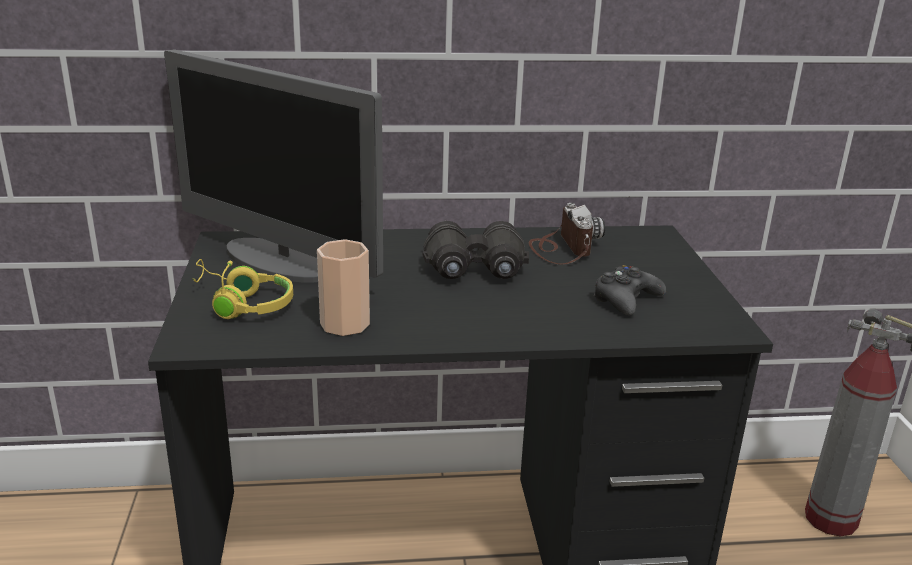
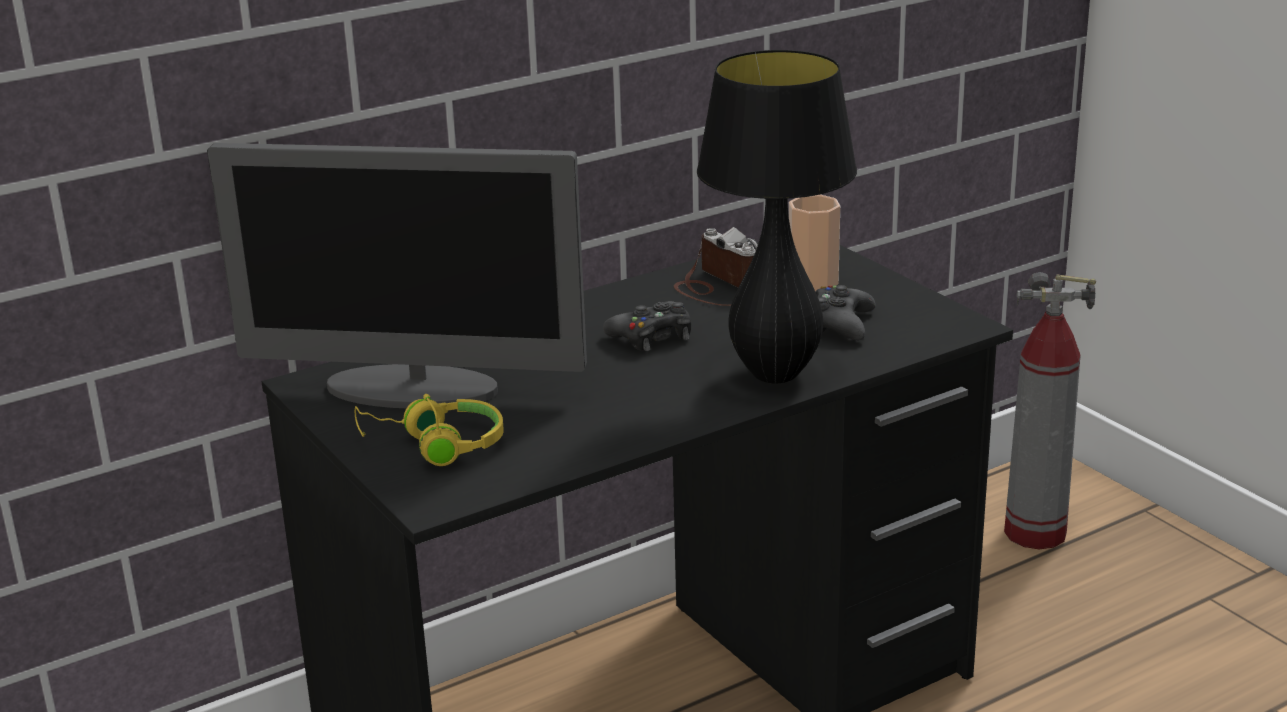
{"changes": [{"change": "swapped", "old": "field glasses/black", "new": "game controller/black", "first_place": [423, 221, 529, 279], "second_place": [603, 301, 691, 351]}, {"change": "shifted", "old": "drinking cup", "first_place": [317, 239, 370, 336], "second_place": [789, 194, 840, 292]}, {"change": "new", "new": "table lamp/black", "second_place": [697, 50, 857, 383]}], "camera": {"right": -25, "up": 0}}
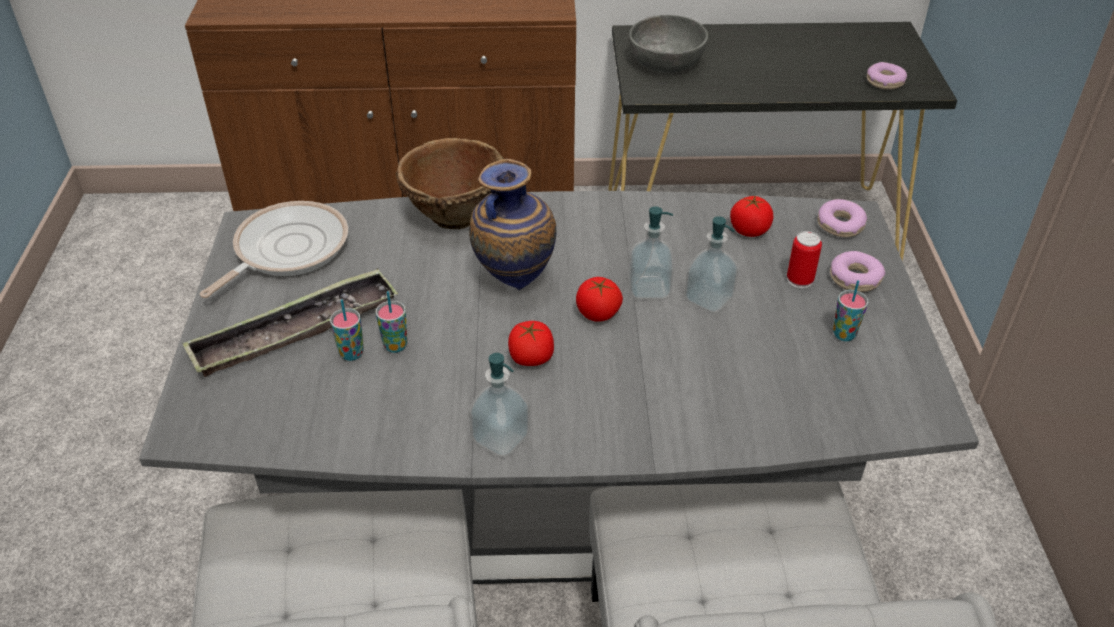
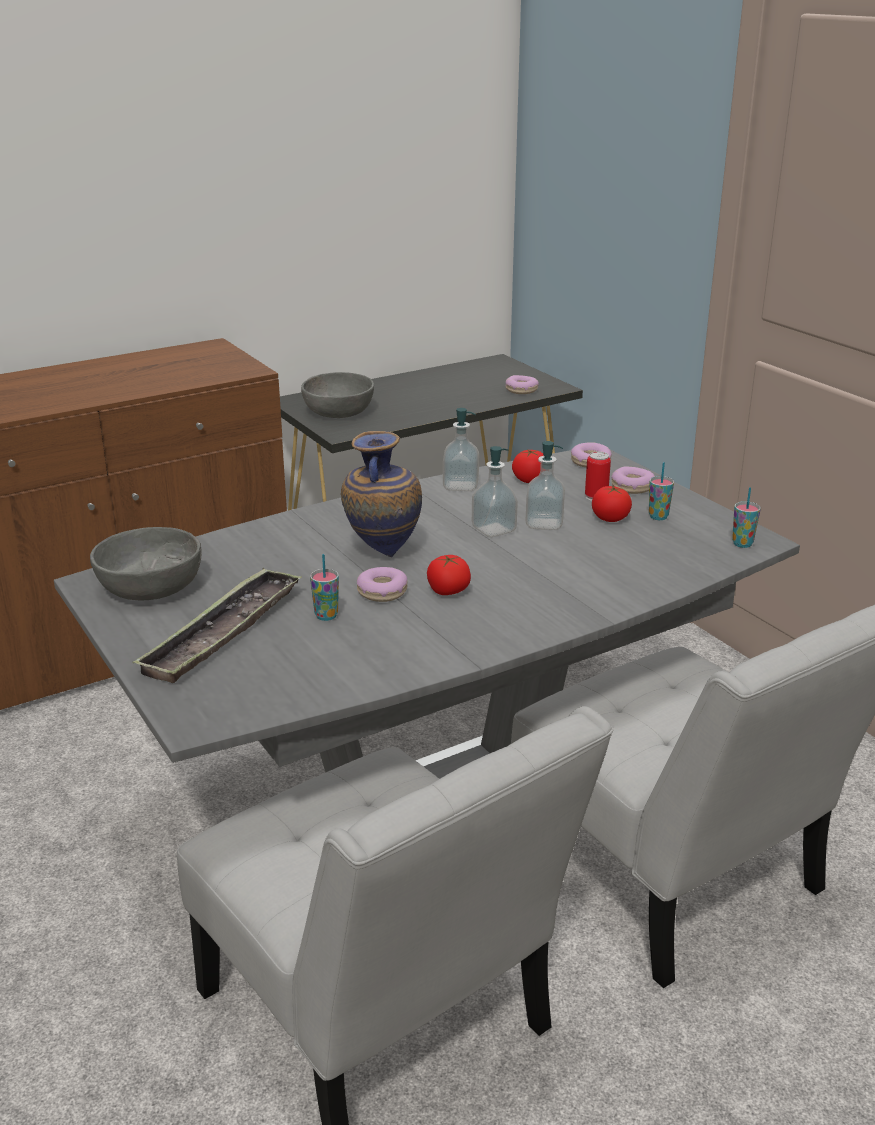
{"changes": [{"change": "gone", "old": "serving bowl/brown", "first_place": [395, 138, 504, 229]}, {"change": "swapped", "old": "skillet", "new": "serving bowl/grey", "first_place": [200, 201, 348, 298], "second_place": [90, 527, 202, 601]}, {"change": "shifted", "old": "tomato", "first_place": [576, 277, 623, 322], "second_place": [592, 486, 632, 522]}, {"change": "shifted", "old": "drinking cup", "first_place": [330, 299, 364, 361], "second_place": [732, 487, 761, 548]}, {"change": "shifted", "old": "soap dispenser", "first_place": [469, 353, 530, 458], "second_place": [443, 408, 479, 491]}, {"change": "new", "new": "doughnut", "second_place": [357, 567, 407, 602]}], "camera": {"right": -30, "up": -15}}
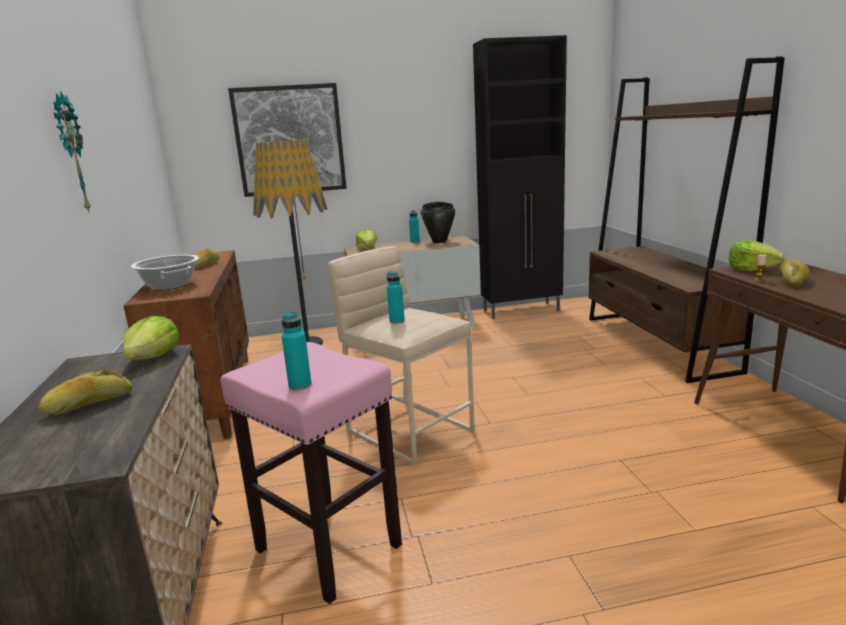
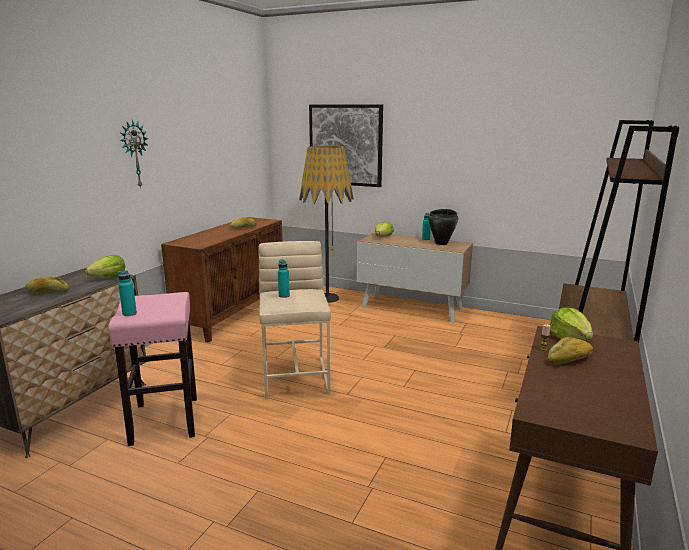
{"changes": [{"change": "gone", "old": "cupboard/black", "first_place": [473, 35, 567, 319]}, {"change": "gone", "old": "stockpot", "first_place": [131, 255, 199, 290]}], "camera": {"right": 35, "up": 0}}
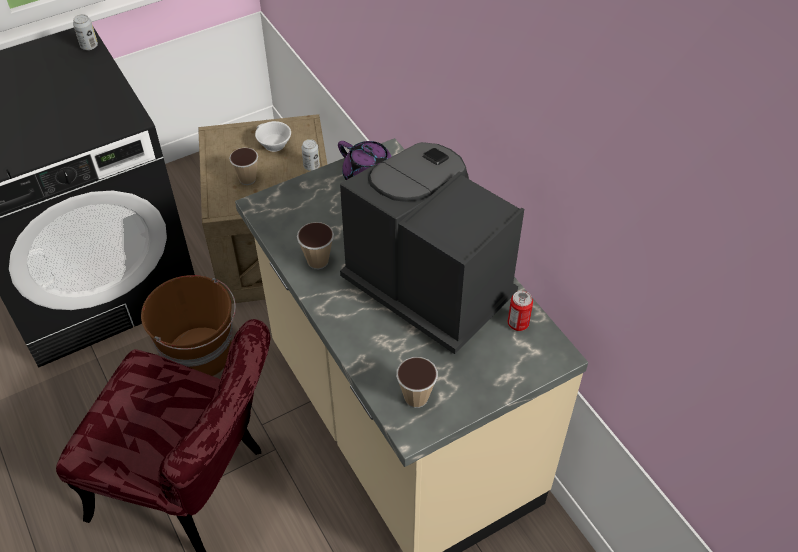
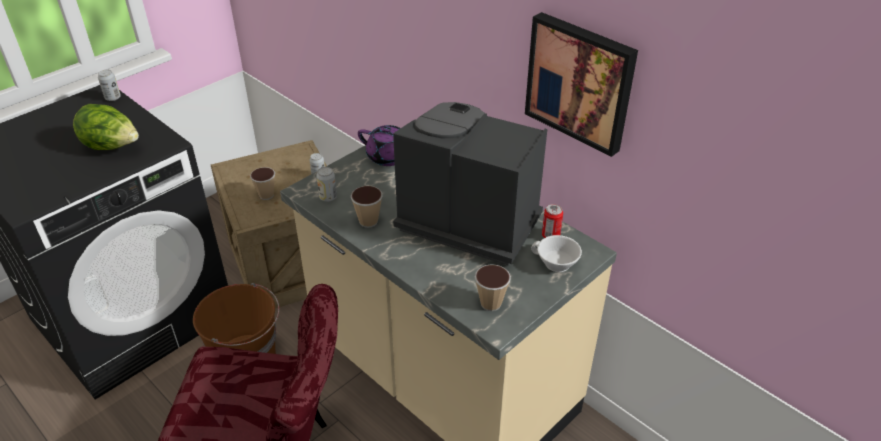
{"changes": [{"change": "shifted", "old": "drinking cup/whitish", "first_place": [255, 121, 291, 152], "second_place": [531, 235, 582, 272]}, {"change": "new", "new": "wall art", "second_place": [525, 12, 638, 157]}, {"change": "new", "new": "head of lettuce", "second_place": [73, 104, 139, 150]}, {"change": "new", "new": "metal can", "second_place": [316, 167, 337, 202]}], "camera": {"right": -15, "up": -10}}
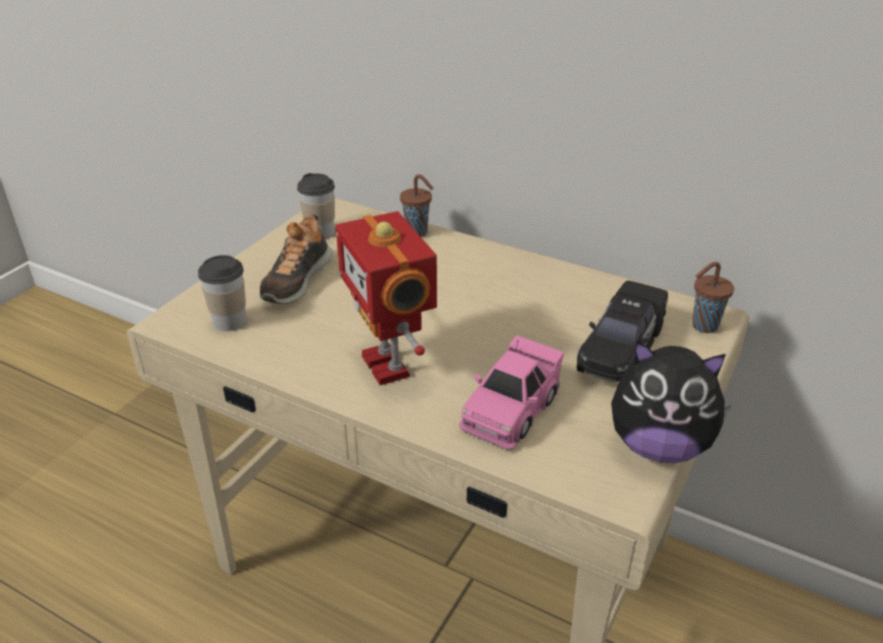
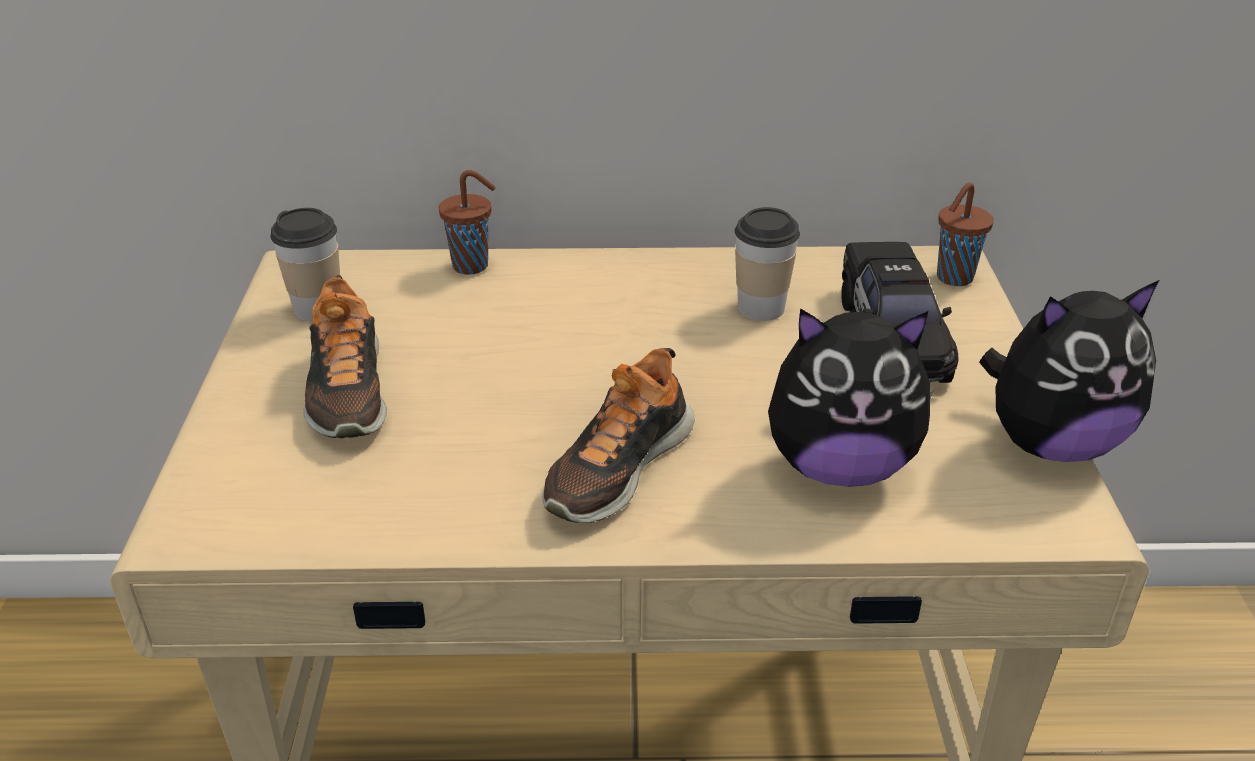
{"changes": [{"change": "swapped", "old": "toy robot", "new": "item of footwear", "first_place": [336, 211, 437, 385], "second_place": [542, 348, 695, 523]}, {"change": "shifted", "old": "drinking cup", "first_place": [198, 255, 246, 331], "second_place": [735, 207, 800, 321]}, {"change": "swapped", "old": "model car/pink", "new": "cuddly toy", "first_place": [459, 335, 564, 450], "second_place": [768, 308, 934, 487]}], "camera": {"right": -30, "up": 0}}
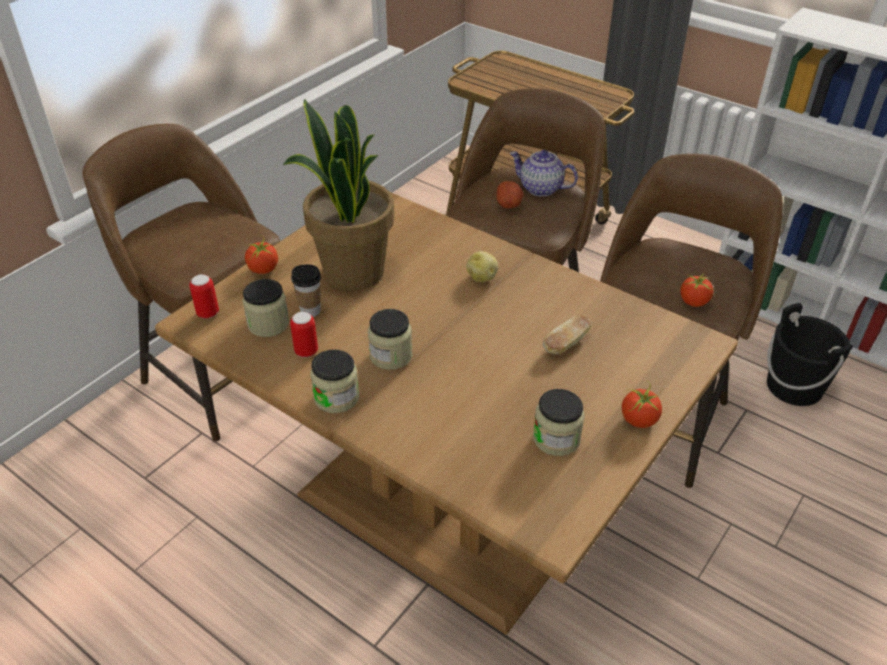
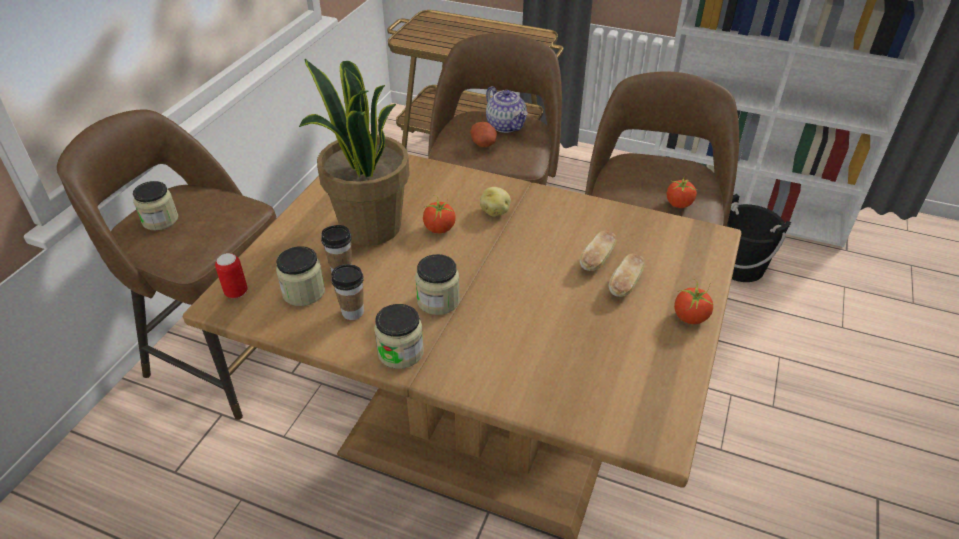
{"changes": [{"change": "rotated", "old": "tea pot", "first_place": [510, 150, 578, 197], "second_place": [486, 86, 528, 133], "degrees": -135}, {"change": "shifted", "old": "tomato", "first_place": [245, 235, 278, 274], "second_place": [423, 195, 456, 233]}, {"change": "swapped", "old": "metal can", "new": "drinking cup", "first_place": [290, 312, 318, 357], "second_place": [331, 264, 364, 320]}, {"change": "shifted", "old": "jar", "first_place": [533, 389, 585, 456], "second_place": [133, 181, 178, 230]}, {"change": "new", "new": "bakery bread", "second_place": [609, 253, 645, 297]}], "camera": {"right": -15, "up": 0}}
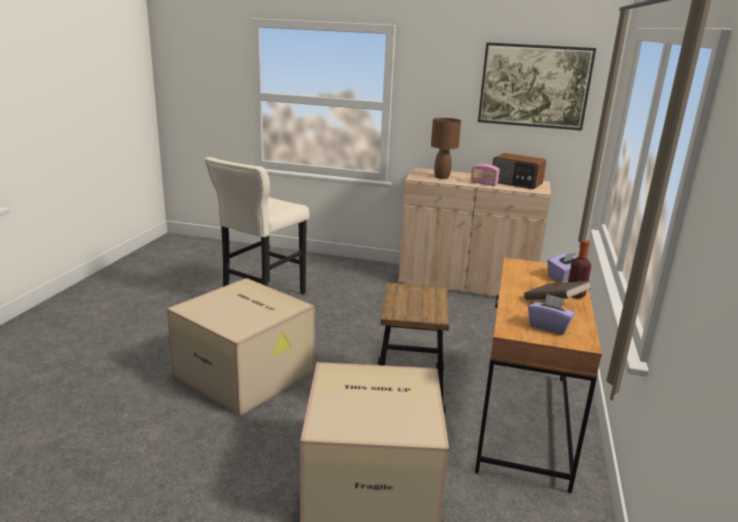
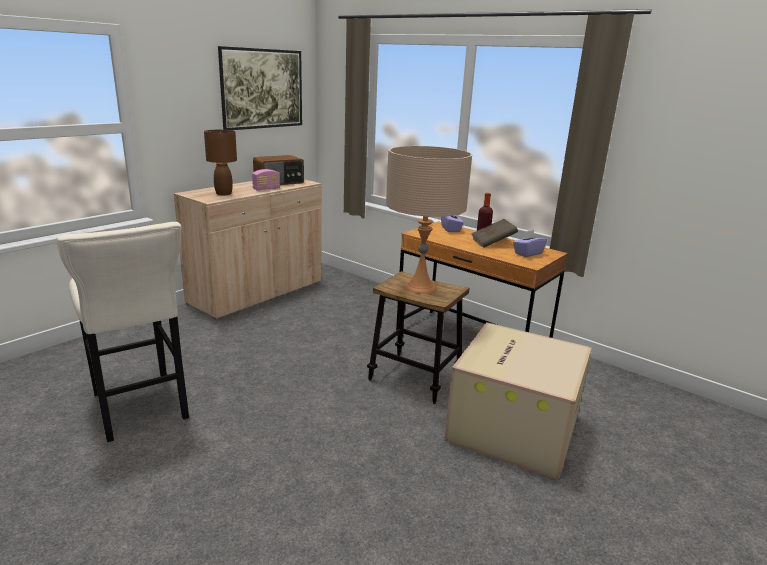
{"changes": [{"change": "gone", "old": "cardboard box", "first_place": [167, 278, 315, 416]}, {"change": "new", "new": "table lamp/sand-coloured", "second_place": [386, 146, 472, 294]}], "camera": {"right": -65, "up": 0}}
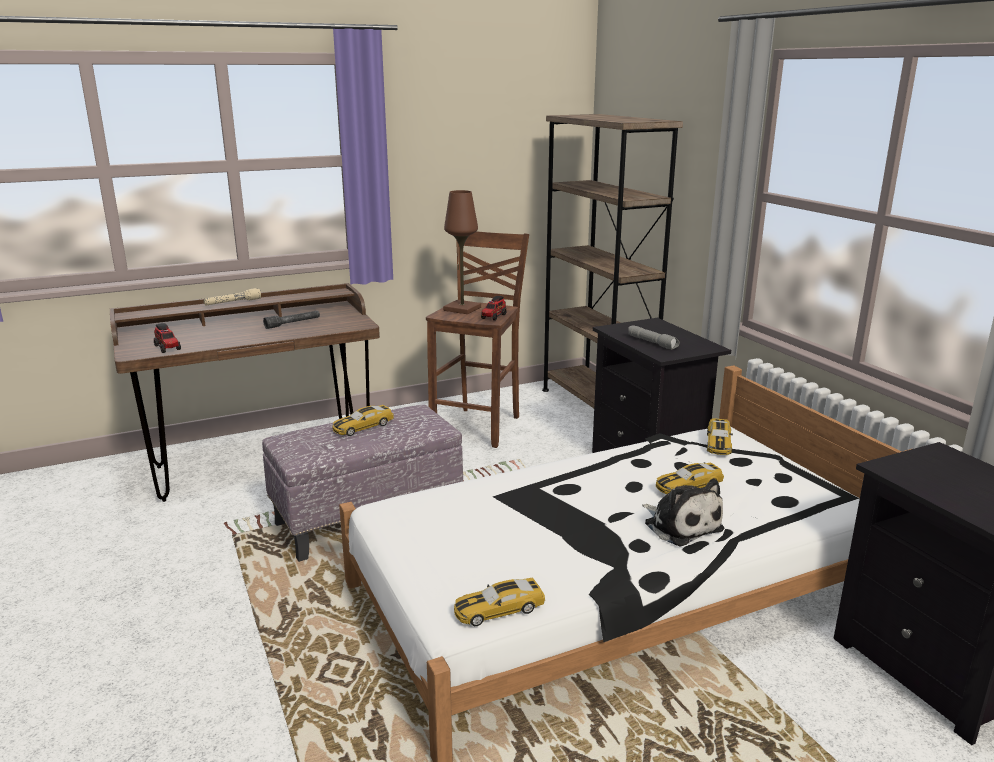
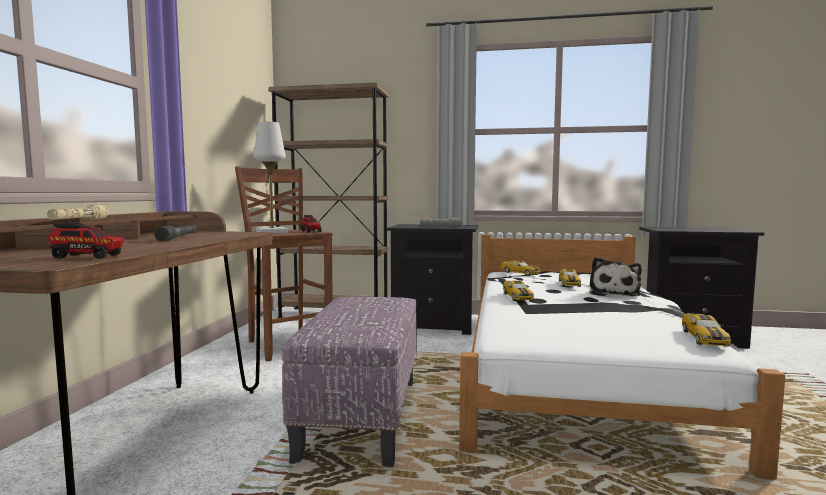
{"changes": [{"change": "repainted", "old": "table lamp/brown", "new": "table lamp/whitish", "first_place": [443, 190, 481, 314], "second_place": [254, 121, 288, 233]}, {"change": "shifted", "old": "model car", "first_place": [332, 405, 394, 436], "second_place": [503, 281, 534, 301]}, {"change": "rotated", "old": "cuddly toy", "first_place": [642, 480, 724, 547], "second_place": [590, 257, 642, 296], "degrees": 105}], "camera": {"right": -55, "up": -15}}
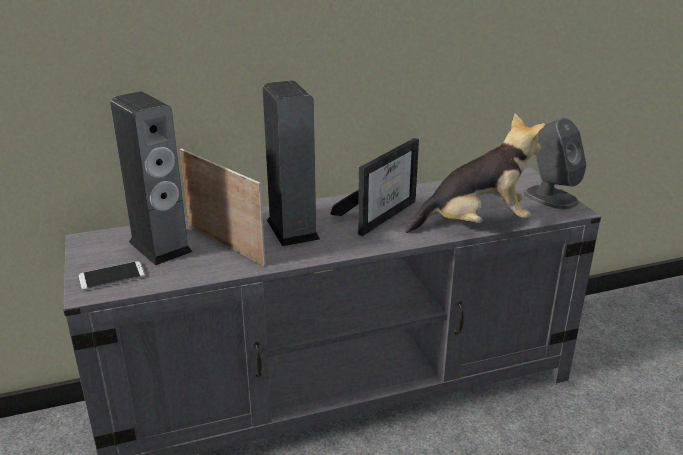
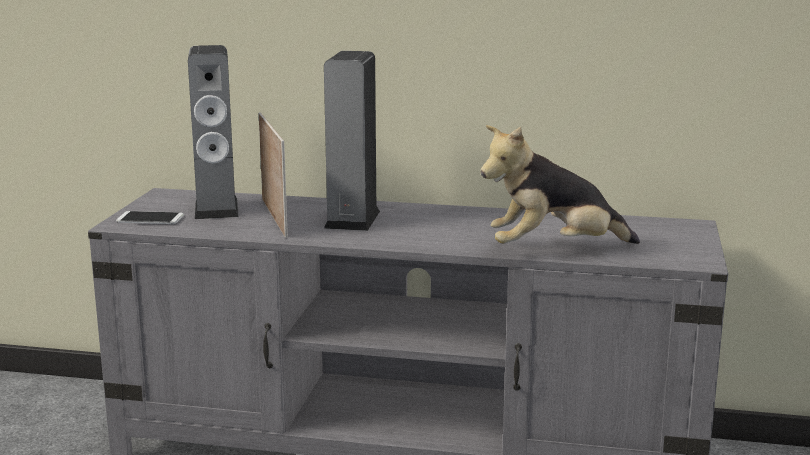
{"changes": [{"change": "rotated", "old": "cuddly toy", "first_place": [405, 113, 545, 233], "second_place": [480, 125, 640, 244], "degrees": 150}, {"change": "gone", "old": "loudspeaker/grey", "first_place": [524, 118, 587, 209]}, {"change": "gone", "old": "photo frame", "first_place": [330, 138, 419, 236]}], "camera": {"right": 30, "up": -10}}
